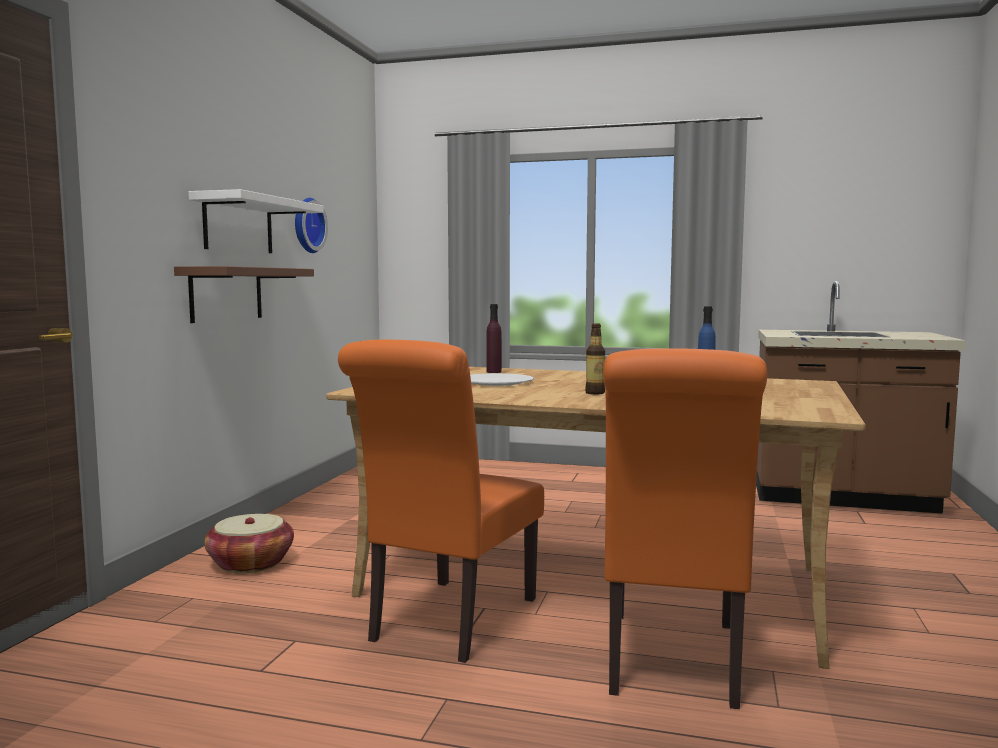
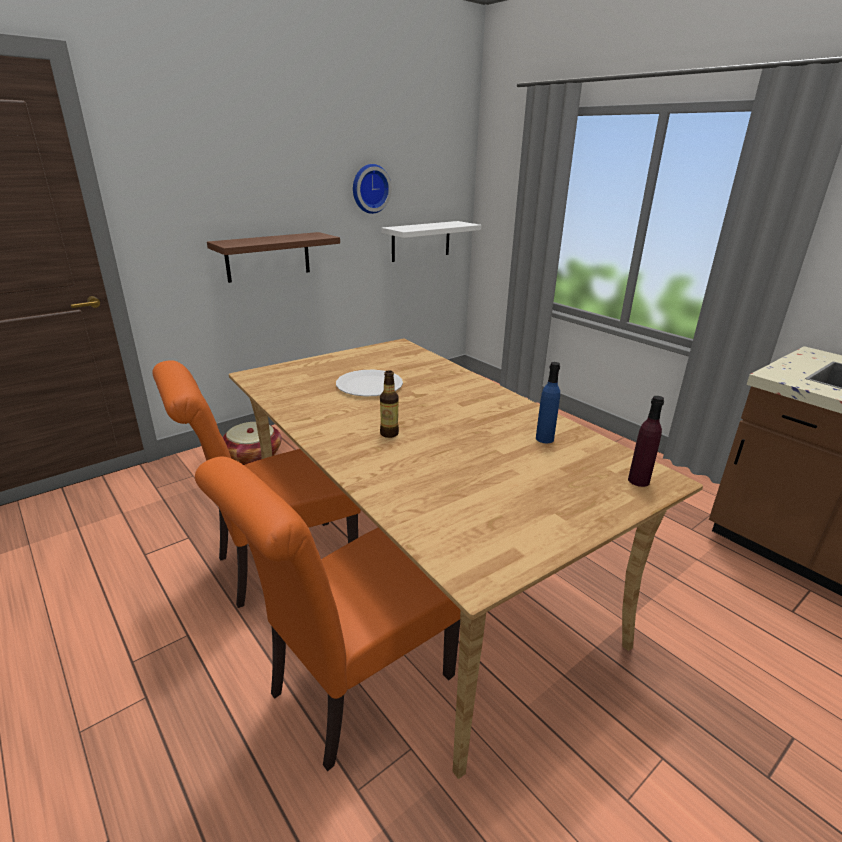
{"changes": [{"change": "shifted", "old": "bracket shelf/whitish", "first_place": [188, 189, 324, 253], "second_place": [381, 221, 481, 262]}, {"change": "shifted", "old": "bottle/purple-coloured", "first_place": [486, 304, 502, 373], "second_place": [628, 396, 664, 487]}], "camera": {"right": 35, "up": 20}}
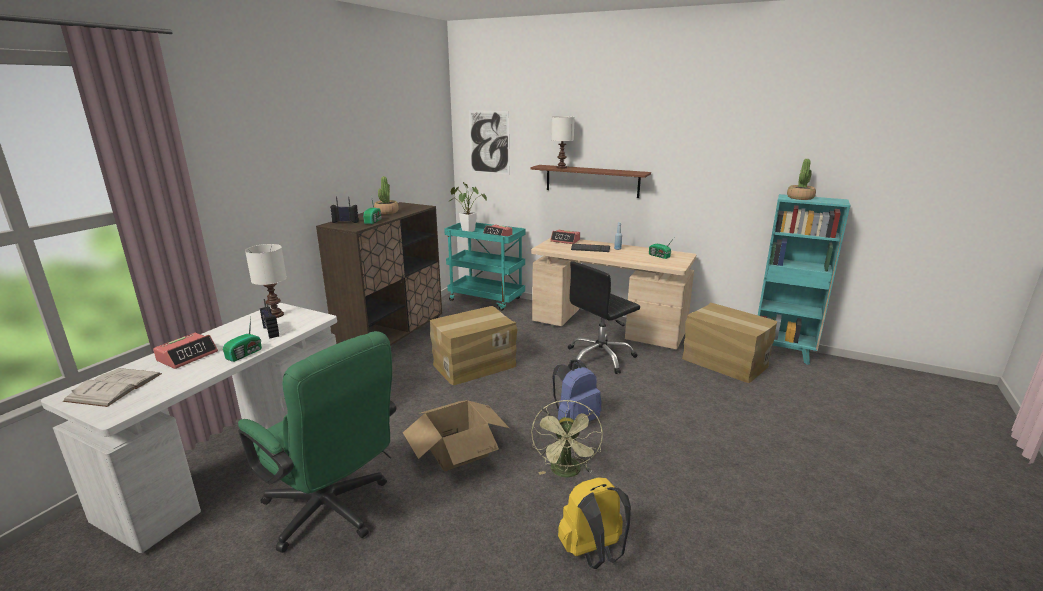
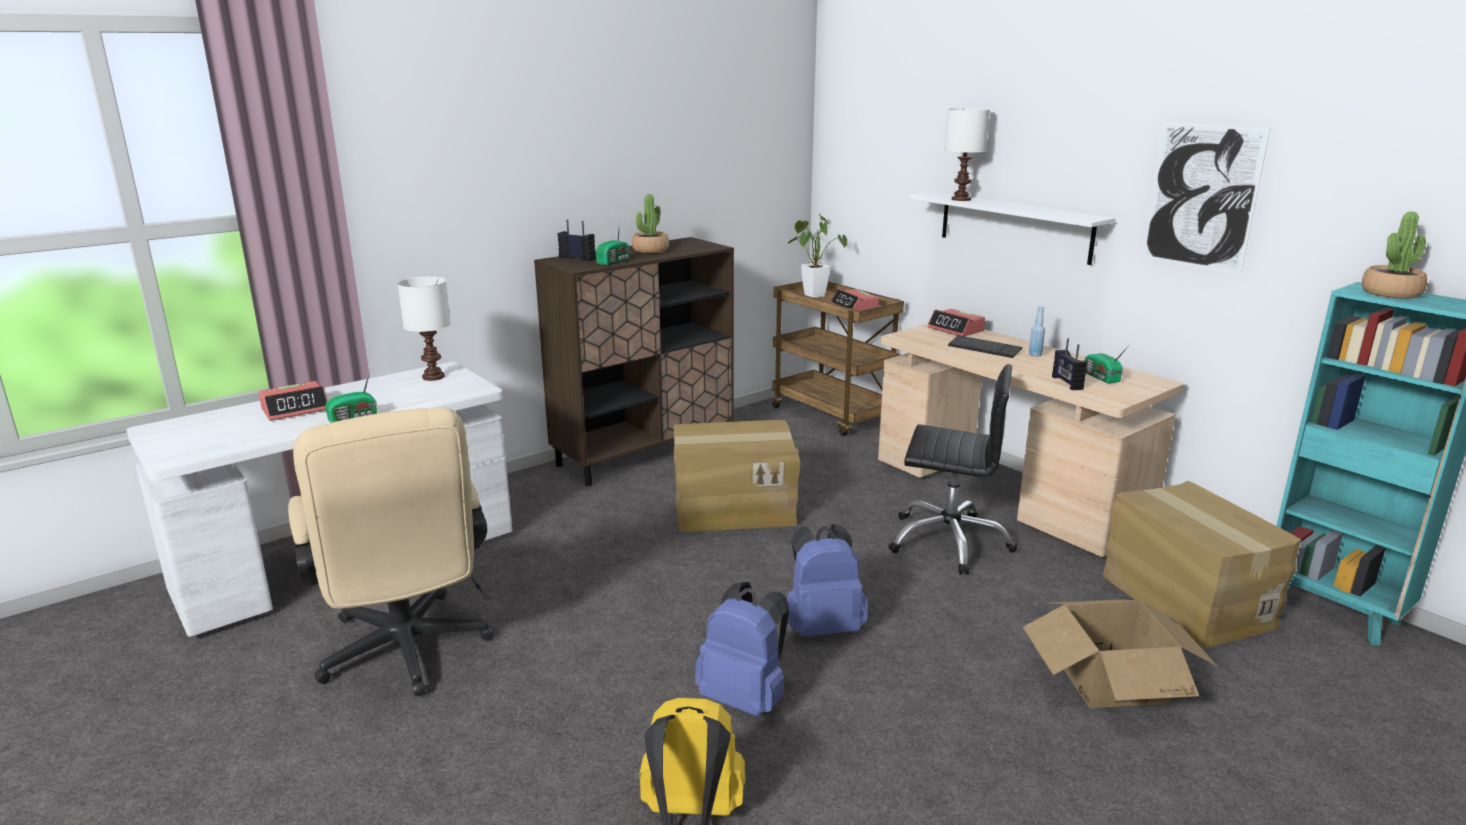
{"changes": [{"change": "shifted", "old": "wall art", "first_place": [469, 110, 509, 175], "second_place": [1141, 121, 1270, 275]}, {"change": "repainted", "old": "bracket shelf/brown", "new": "bracket shelf/whitish", "first_place": [530, 165, 651, 198], "second_place": [909, 192, 1115, 265]}, {"change": "repainted", "old": "wheeled cart/turquoise", "new": "wheeled cart/brown", "first_place": [444, 223, 525, 311], "second_place": [772, 281, 904, 436]}, {"change": "rotated", "old": "desk chair/black", "first_place": [568, 261, 640, 374], "second_place": [888, 364, 1017, 574], "degrees": -150}, {"change": "shifted", "old": "radio receiver", "first_place": [260, 299, 279, 338], "second_place": [1052, 338, 1087, 390]}, {"change": "repainted", "old": "desk chair/green-coloured", "new": "desk chair/sand-coloured", "first_place": [238, 331, 397, 553], "second_place": [288, 407, 494, 696]}, {"change": "gone", "old": "volume/whitish", "first_place": [62, 368, 162, 407]}, {"change": "shifted", "old": "cardboard box", "first_place": [403, 400, 509, 471], "second_place": [1023, 599, 1217, 708]}, {"change": "swapped", "old": "fan/green-coloured", "new": "backpack/blue-coloured", "first_place": [531, 400, 603, 478], "second_place": [695, 582, 789, 717]}], "camera": {"right": 25, "up": 0}}
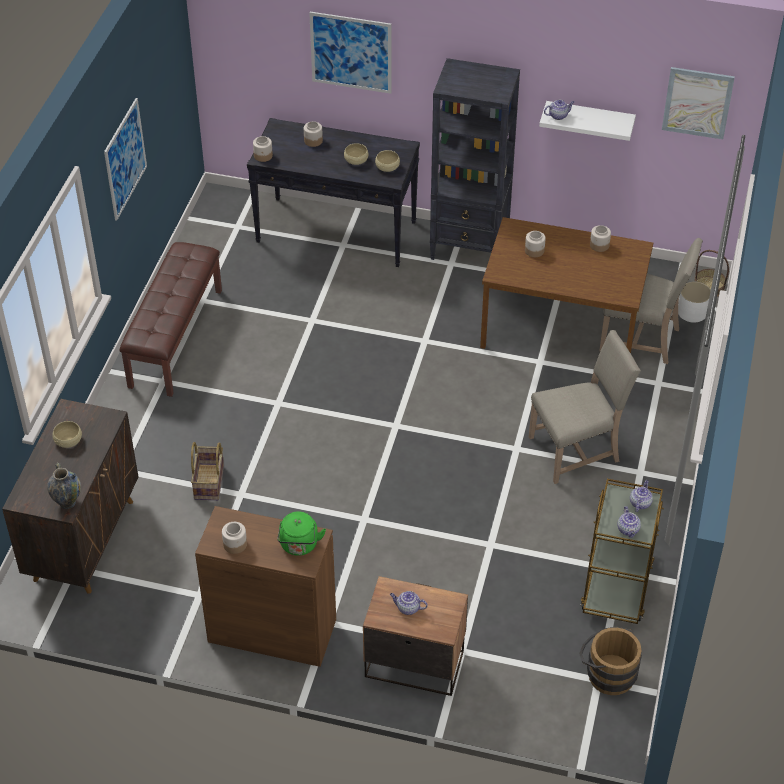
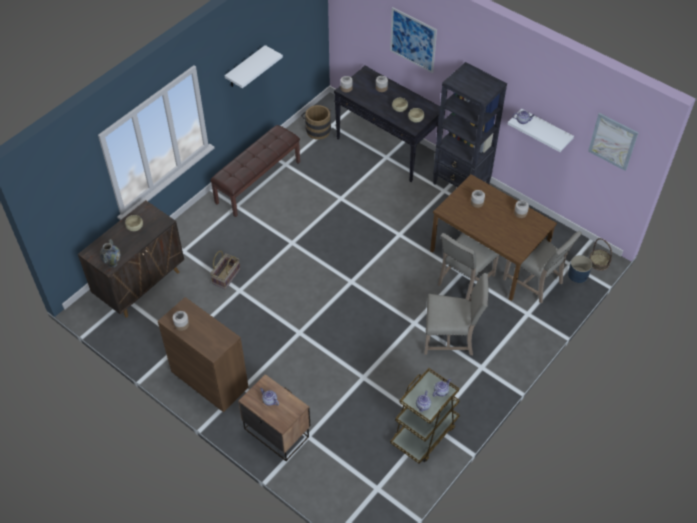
{"changes": [{"change": "swapped", "old": "wall art", "new": "bracket shelf/whitish", "first_place": [104, 98, 147, 221], "second_place": [225, 45, 283, 88]}, {"change": "repainted", "old": "flower pot/whitish", "new": "flower pot/blue-coloured", "first_place": [678, 282, 711, 322], "second_place": [568, 255, 592, 283]}, {"change": "gone", "old": "water kettle/green-coloured", "first_place": [277, 511, 326, 556]}, {"change": "shifted", "old": "pail/brown", "first_place": [579, 627, 642, 695], "second_place": [301, 105, 331, 140]}, {"change": "new", "new": "plain chair/sand-coloured", "second_place": [438, 233, 499, 300]}], "camera": {"right": 25, "up": 5}}
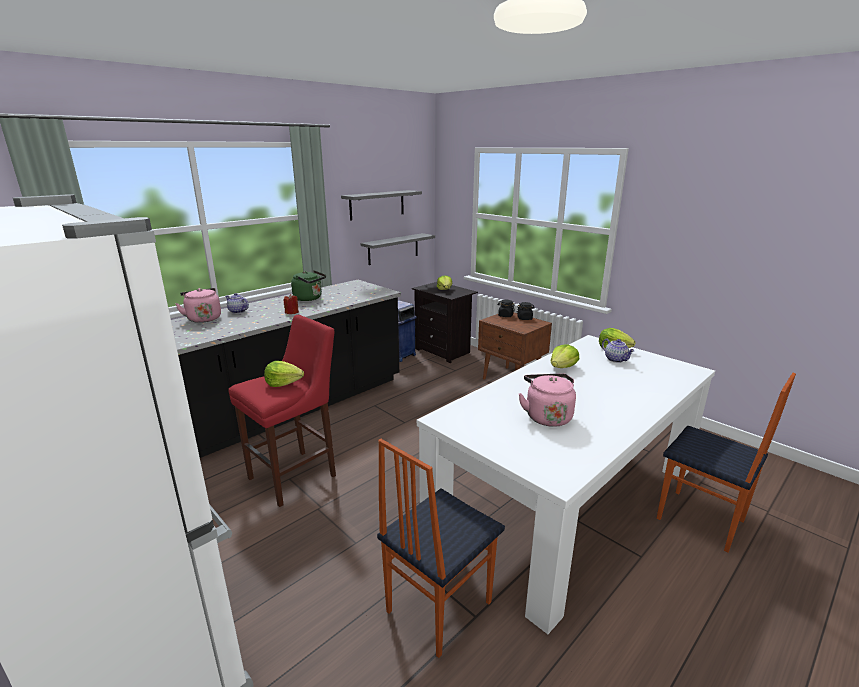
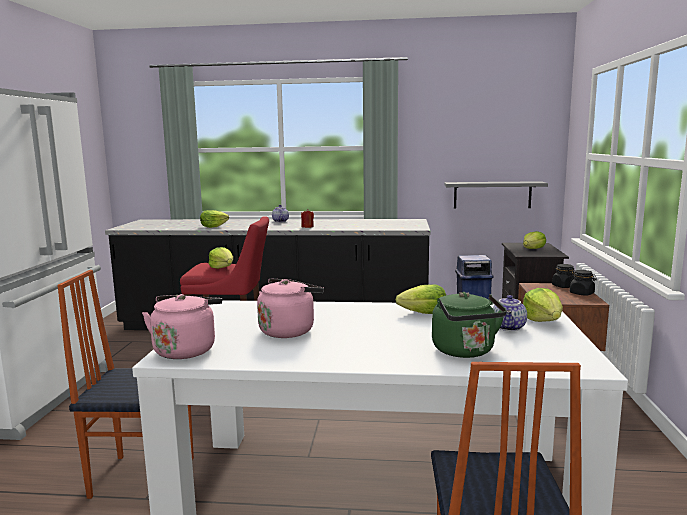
{"changes": [{"change": "gone", "old": "bracket shelf/grey", "first_place": [341, 190, 422, 221]}, {"change": "shifted", "old": "water kettle/green-coloured", "first_place": [291, 270, 326, 301], "second_place": [432, 292, 507, 358]}, {"change": "shifted", "old": "water kettle/pink", "first_place": [176, 288, 221, 323], "second_place": [142, 294, 222, 359]}, {"change": "new", "new": "head of lettuce", "second_place": [200, 210, 229, 228]}], "camera": {"right": 50, "up": -10}}
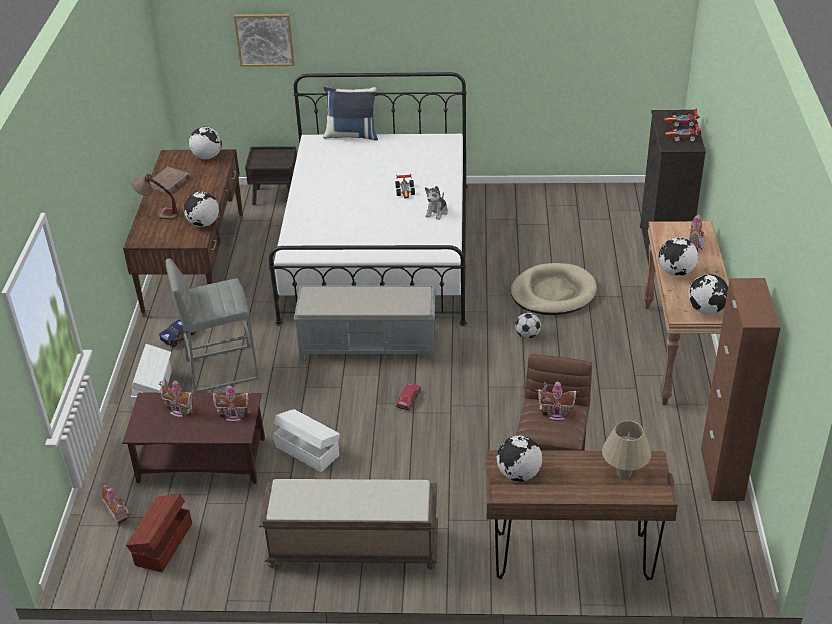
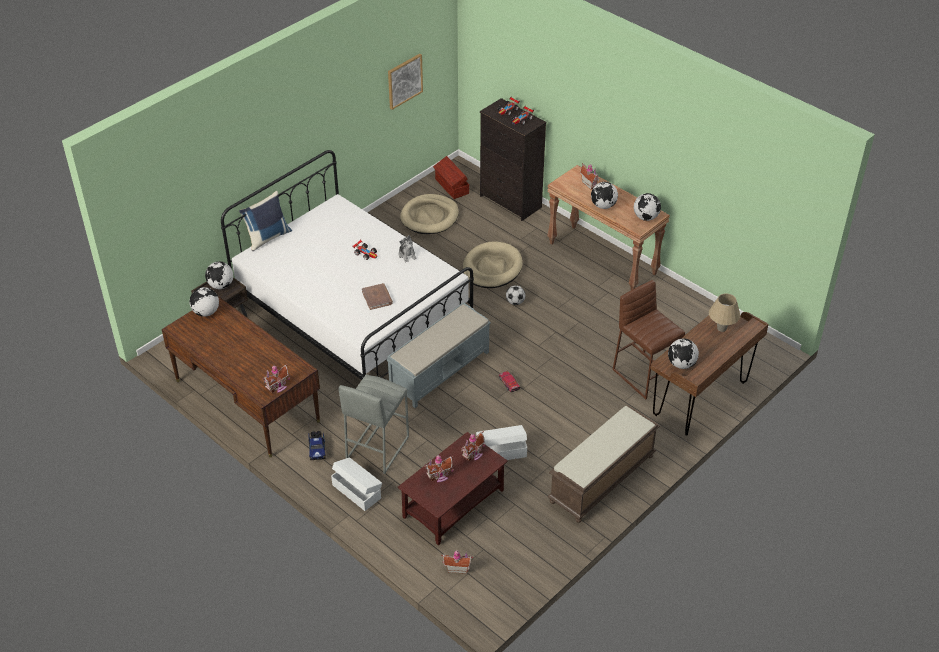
{"changes": [{"change": "shifted", "old": "wall art", "first_place": [234, 14, 295, 67], "second_place": [388, 54, 423, 110]}, {"change": "shifted", "old": "volume/brown", "first_place": [150, 167, 190, 194], "second_place": [362, 283, 393, 310]}, {"change": "gone", "old": "table lamp", "first_place": [132, 174, 180, 220]}, {"change": "shifted", "old": "globe", "first_place": [184, 192, 219, 227], "second_place": [205, 261, 233, 289]}, {"change": "gone", "old": "cupboard/brown", "first_place": [701, 278, 781, 501]}, {"change": "shifted", "old": "miniature house", "first_place": [535, 381, 579, 421], "second_place": [263, 364, 290, 393]}, {"change": "shifted", "old": "storage box/brown", "first_place": [126, 494, 192, 572], "second_place": [433, 156, 469, 199]}, {"change": "new", "new": "dog cushion/sand-coloured", "second_place": [400, 194, 459, 234]}], "camera": {"right": -50, "up": 5}}
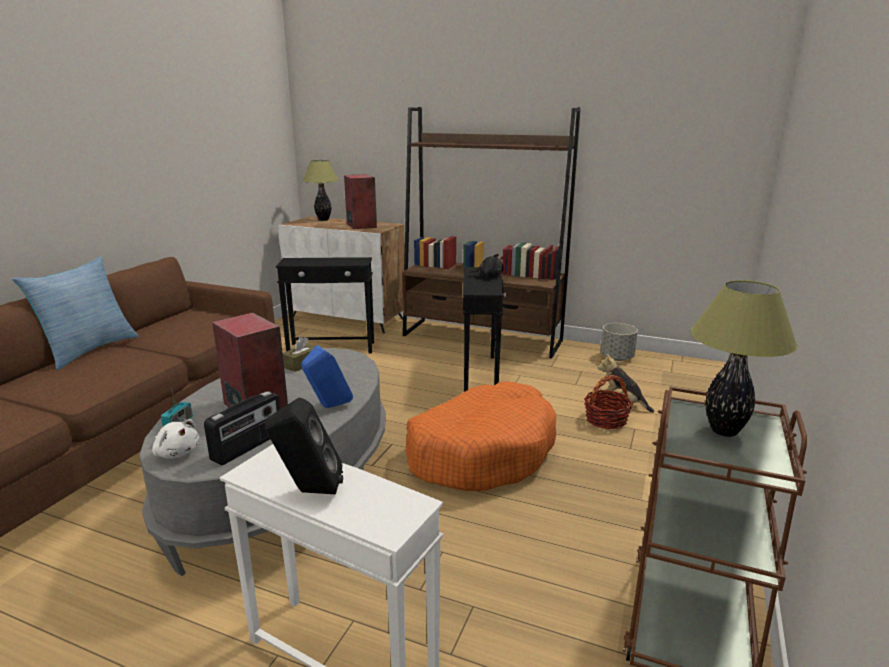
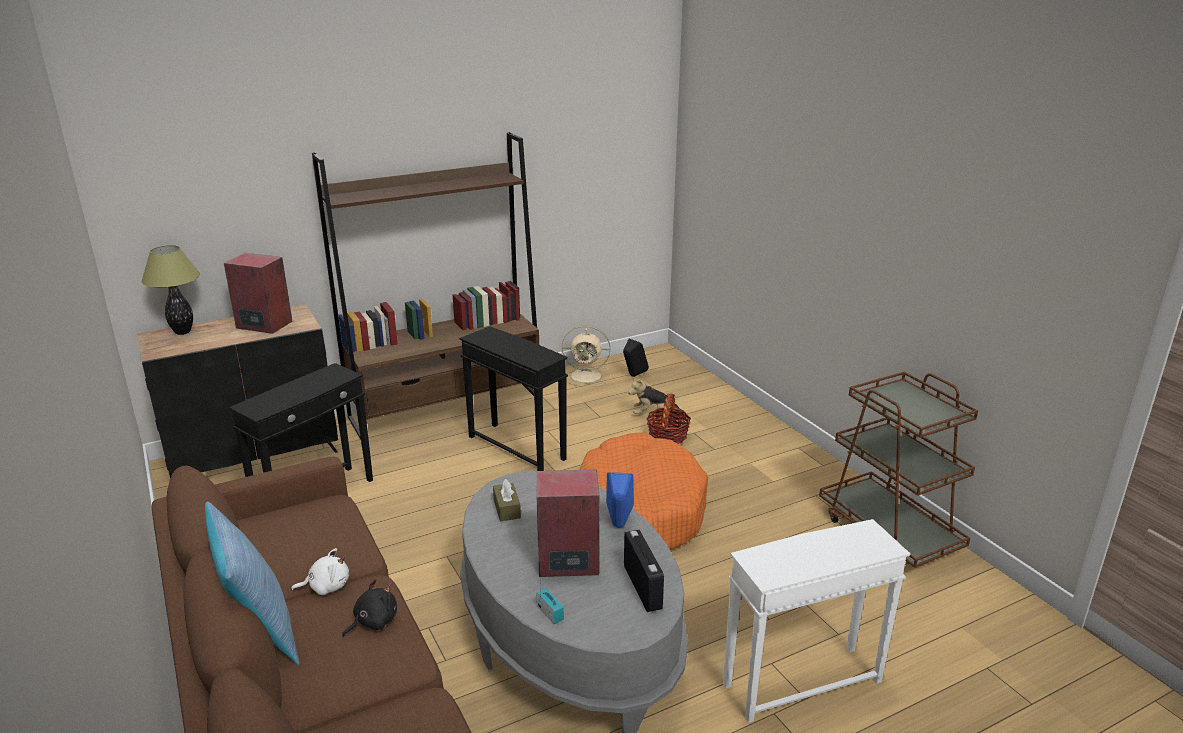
{"changes": [{"change": "repainted", "old": "cupboard/whitish", "new": "cupboard/black", "first_place": [278, 216, 405, 334], "second_place": [137, 304, 338, 478]}, {"change": "shifted", "old": "cuddly toy/black", "first_place": [469, 254, 504, 277], "second_place": [342, 579, 397, 637]}, {"change": "gone", "old": "table lamp", "first_place": [690, 280, 797, 437]}, {"change": "swapped", "old": "flower pot/grey", "new": "fan/sand-coloured", "first_place": [601, 323, 638, 361], "second_place": [562, 325, 611, 387]}, {"change": "shifted", "old": "loudspeaker/black", "first_place": [265, 397, 343, 494], "second_place": [623, 339, 649, 377]}, {"change": "shifted", "old": "cuddly toy/whitish", "first_place": [152, 419, 199, 459], "second_place": [291, 548, 349, 595]}], "camera": {"right": -50, "up": 5}}
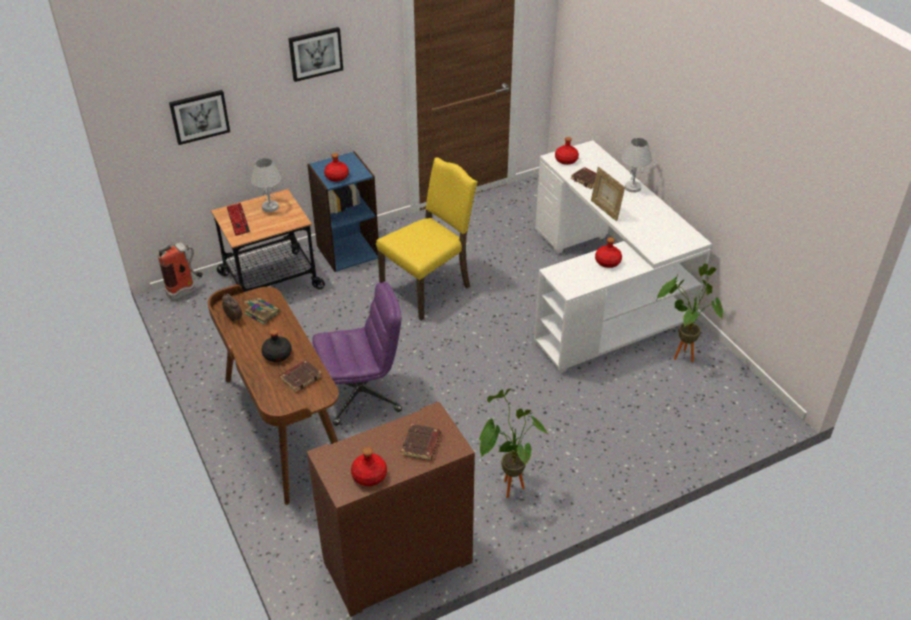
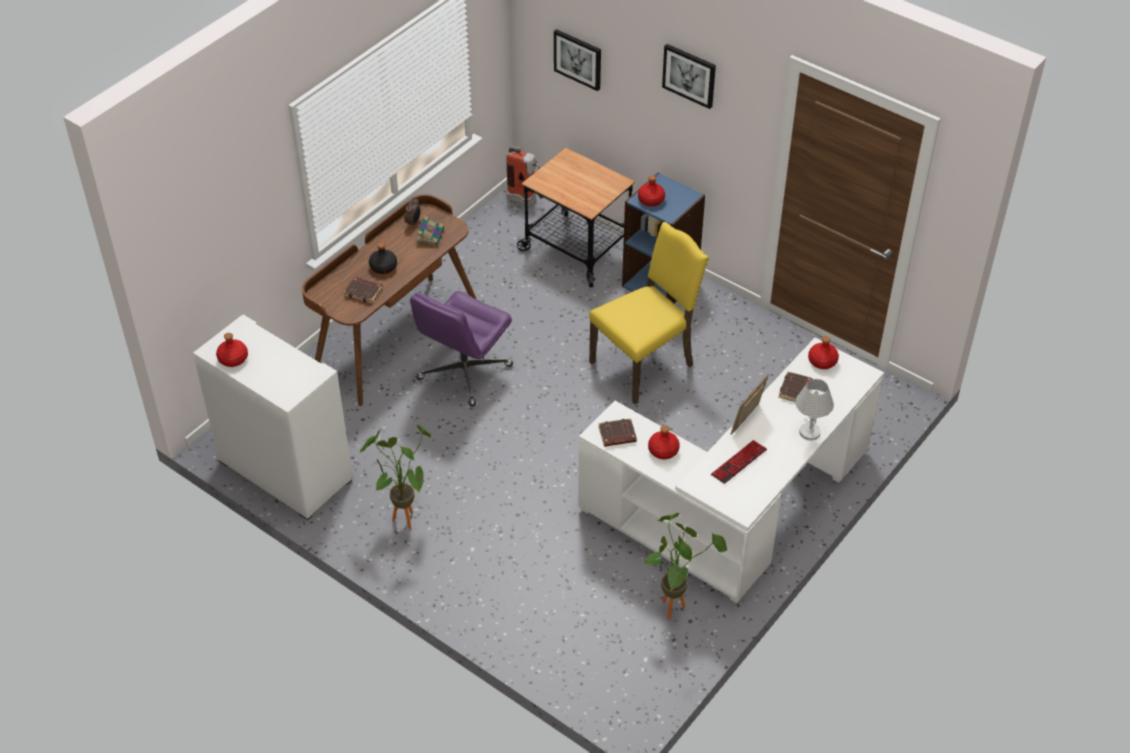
{"changes": [{"change": "rotated", "old": "plain chair/yellowish", "first_place": [376, 157, 478, 321], "second_place": [589, 222, 709, 404], "degrees": -60}, {"change": "gone", "old": "table lamp/whitish", "first_place": [251, 158, 281, 212]}, {"change": "shifted", "old": "PC keyboard", "first_place": [227, 203, 250, 236], "second_place": [711, 440, 767, 484]}, {"change": "rotated", "old": "desk chair/purple-coloured", "first_place": [312, 282, 402, 426], "second_place": [410, 291, 513, 406], "degrees": 75}, {"change": "repainted", "old": "cupboard/brown", "new": "cupboard/whitish", "first_place": [307, 402, 475, 617], "second_place": [193, 314, 353, 520]}, {"change": "shifted", "old": "volume/brown", "first_place": [401, 424, 441, 460], "second_place": [598, 418, 637, 447]}], "camera": {"right": 65, "up": 5}}
